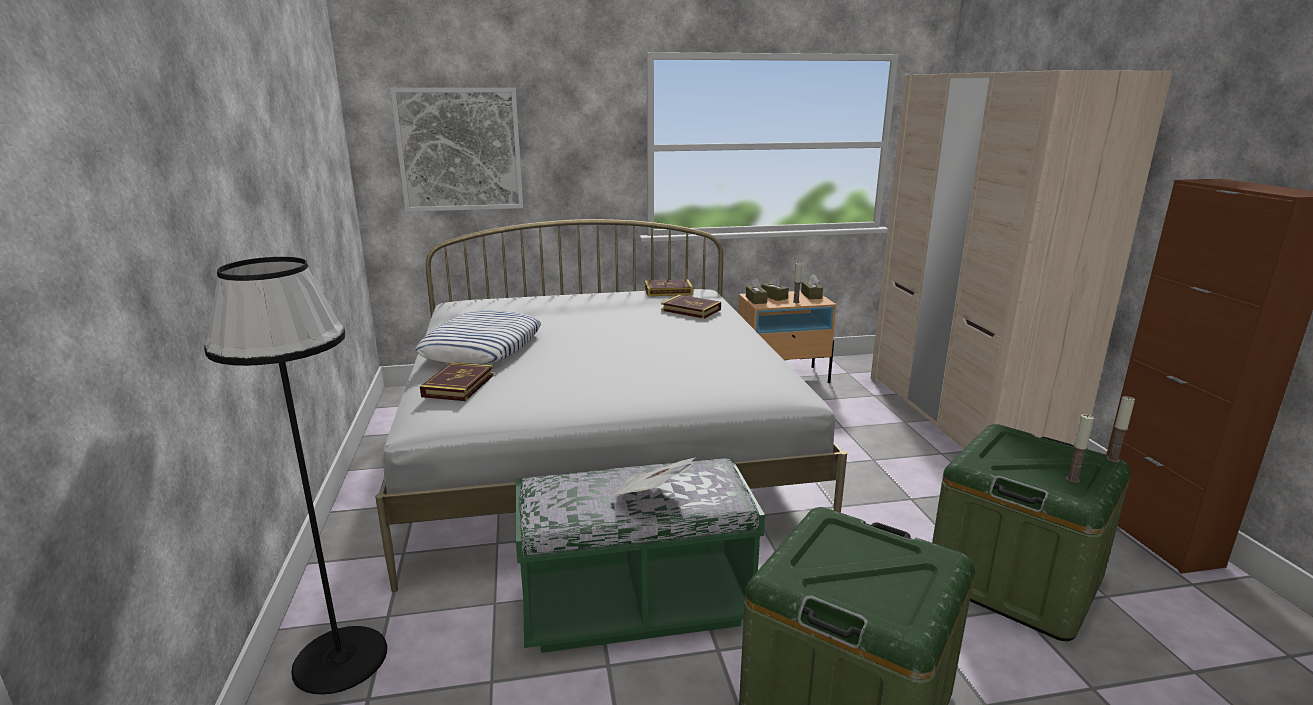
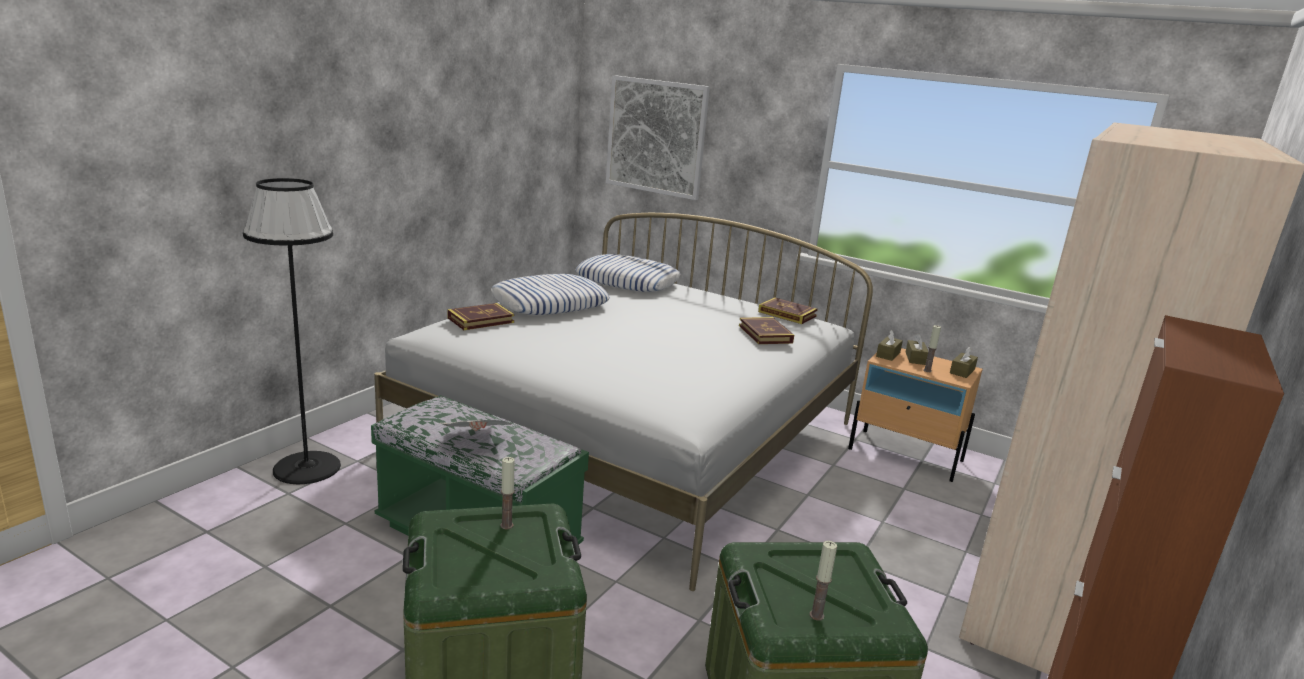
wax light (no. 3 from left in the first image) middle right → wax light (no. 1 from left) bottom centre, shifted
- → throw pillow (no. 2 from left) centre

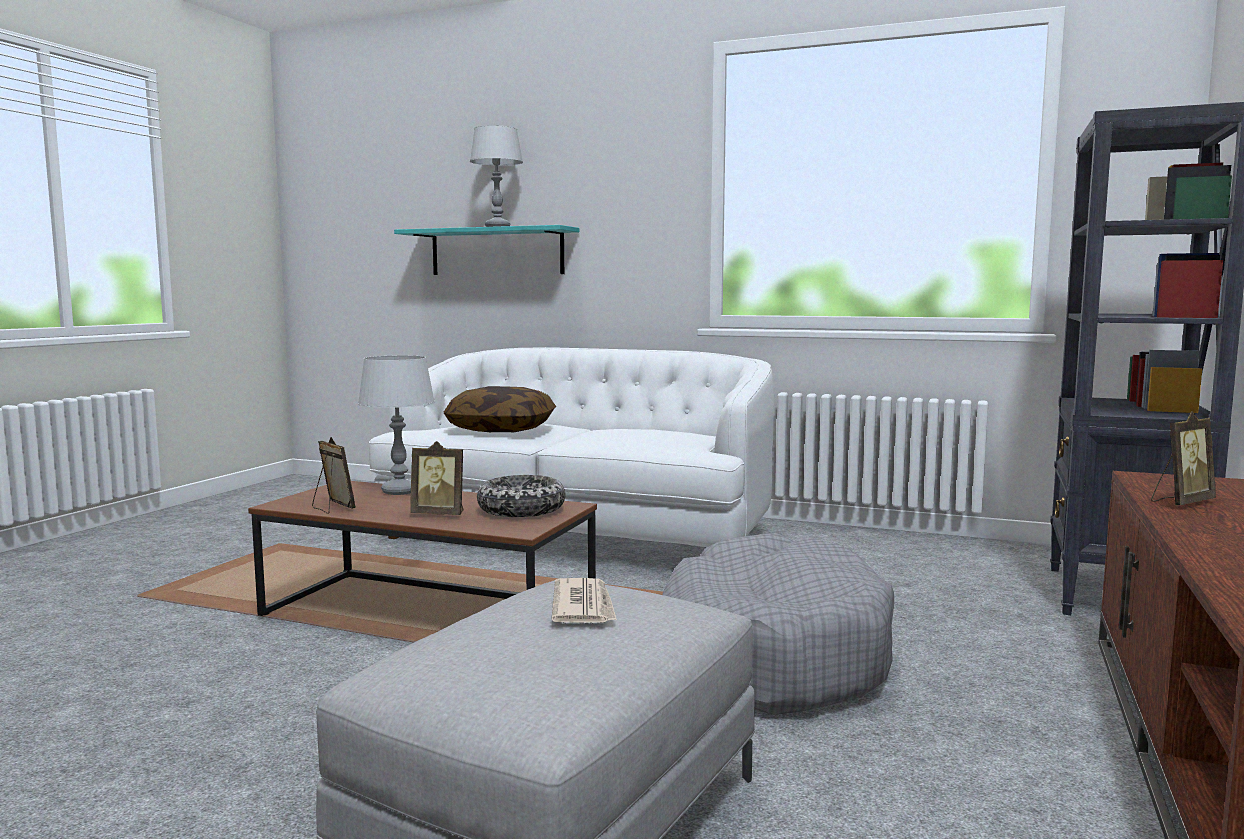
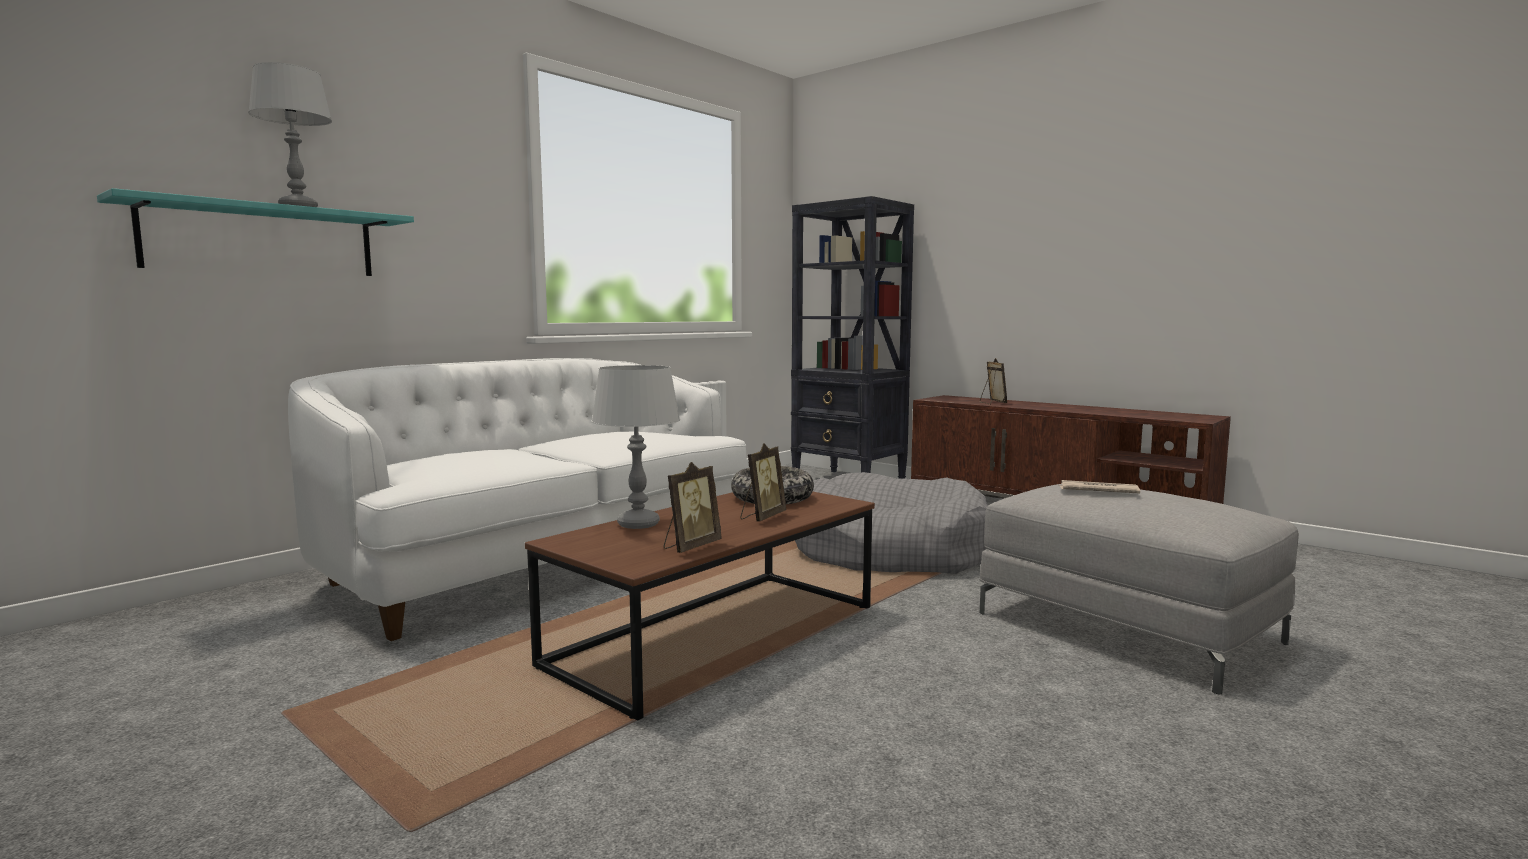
throw pillow centre → -
photo frame (no. 1 from left) middle left → photo frame (no. 1 from left) centre, 150 degrees clockwise

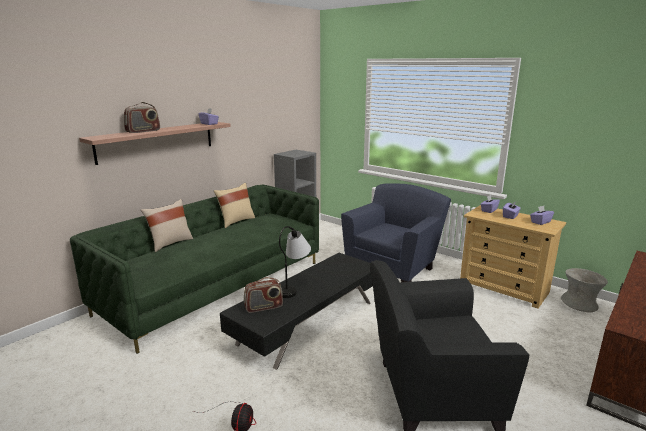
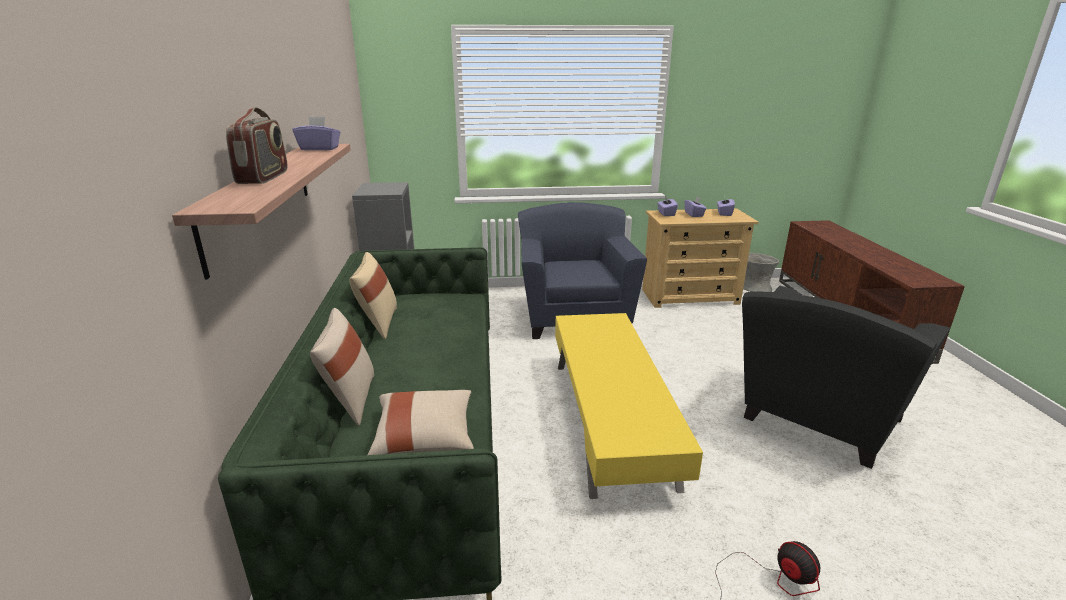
table lamp centre → -
coffee table (black-coloured) bottom centre → coffee table (yellow) bottom centre
radio (no. 2 from left) bottom centre → -
- → throw pillow (sand-coloured) (no. 3 from left) bottom centre

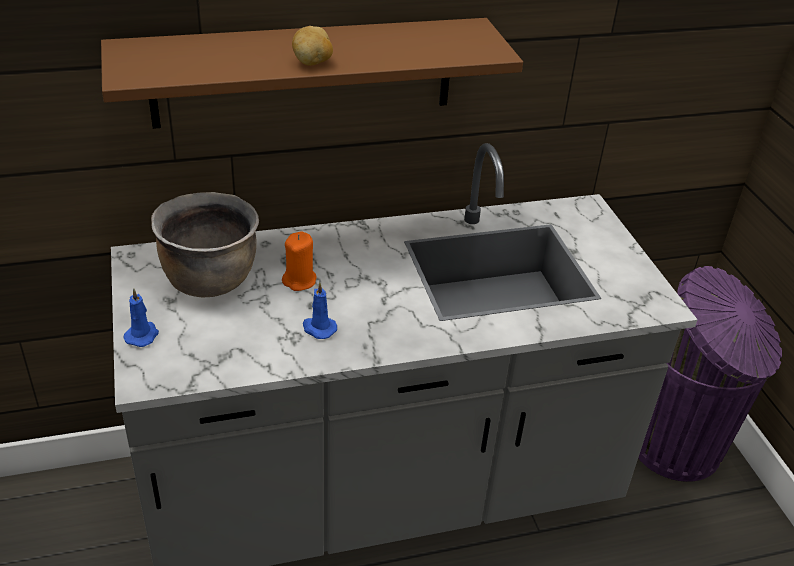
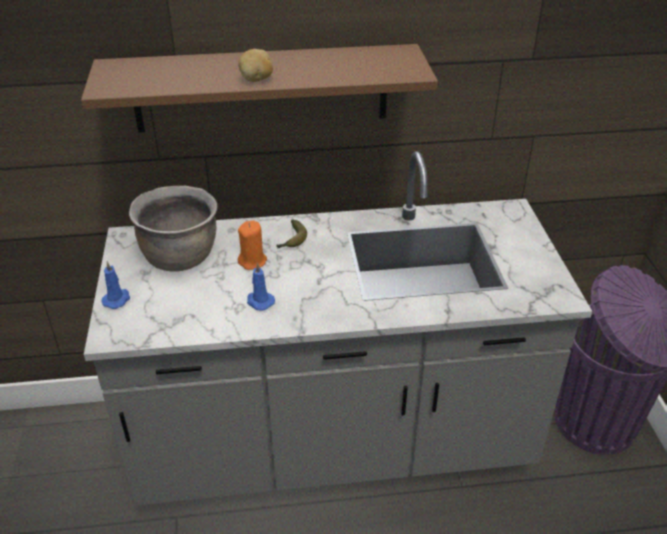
- → banana fruit centre

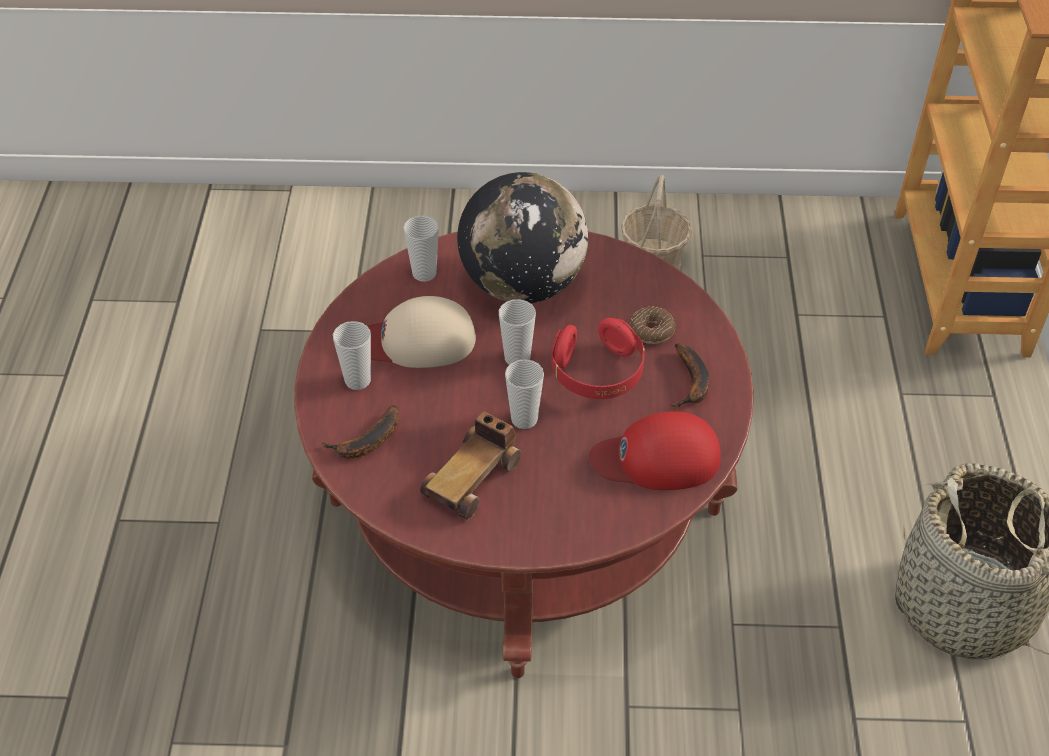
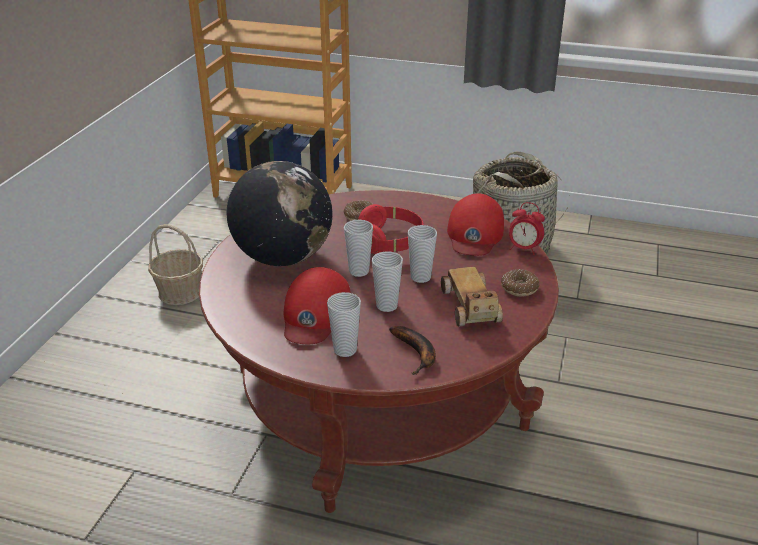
drinking cup (no. 2 from left in the first image) top centre → drinking cup (no. 3 from left) centre, shifted
baseball cap (sand-coloured) centre → baseball cap (red-coloured) (no. 1 from left) centre
banana fruit (no. 2 from left) centre → -
miniature car centre, 150 degrees counterclockwise
- → alarm clock middle right
- → donut (no. 2 from left) middle right

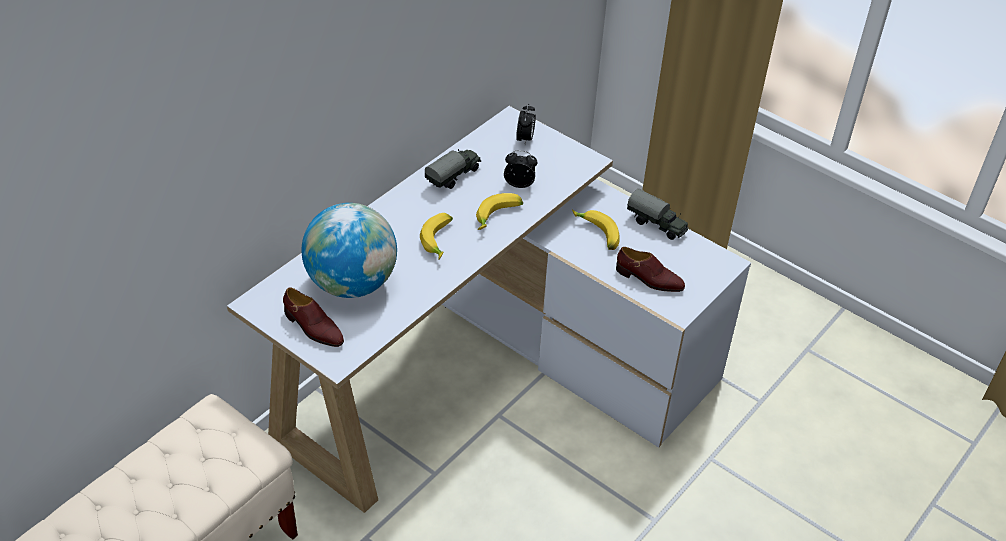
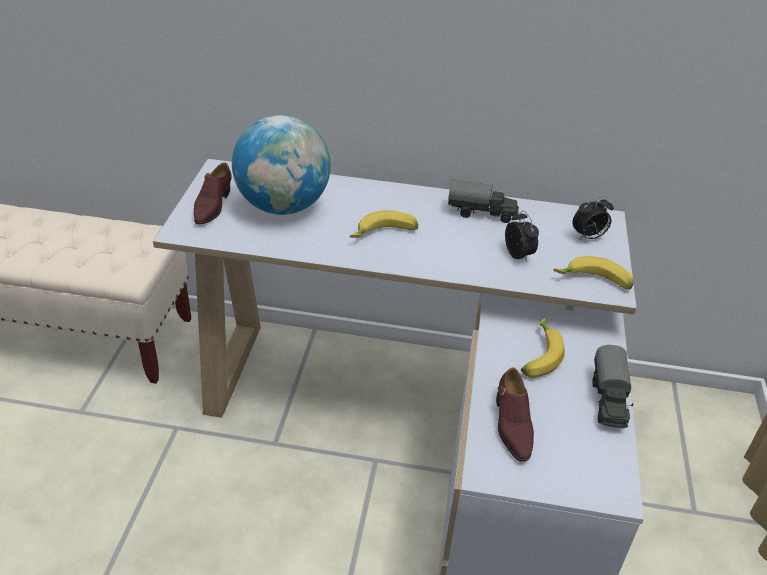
banana fruit (no. 2 from left in the first image) centre → banana fruit (no. 3 from left) middle right, shifted

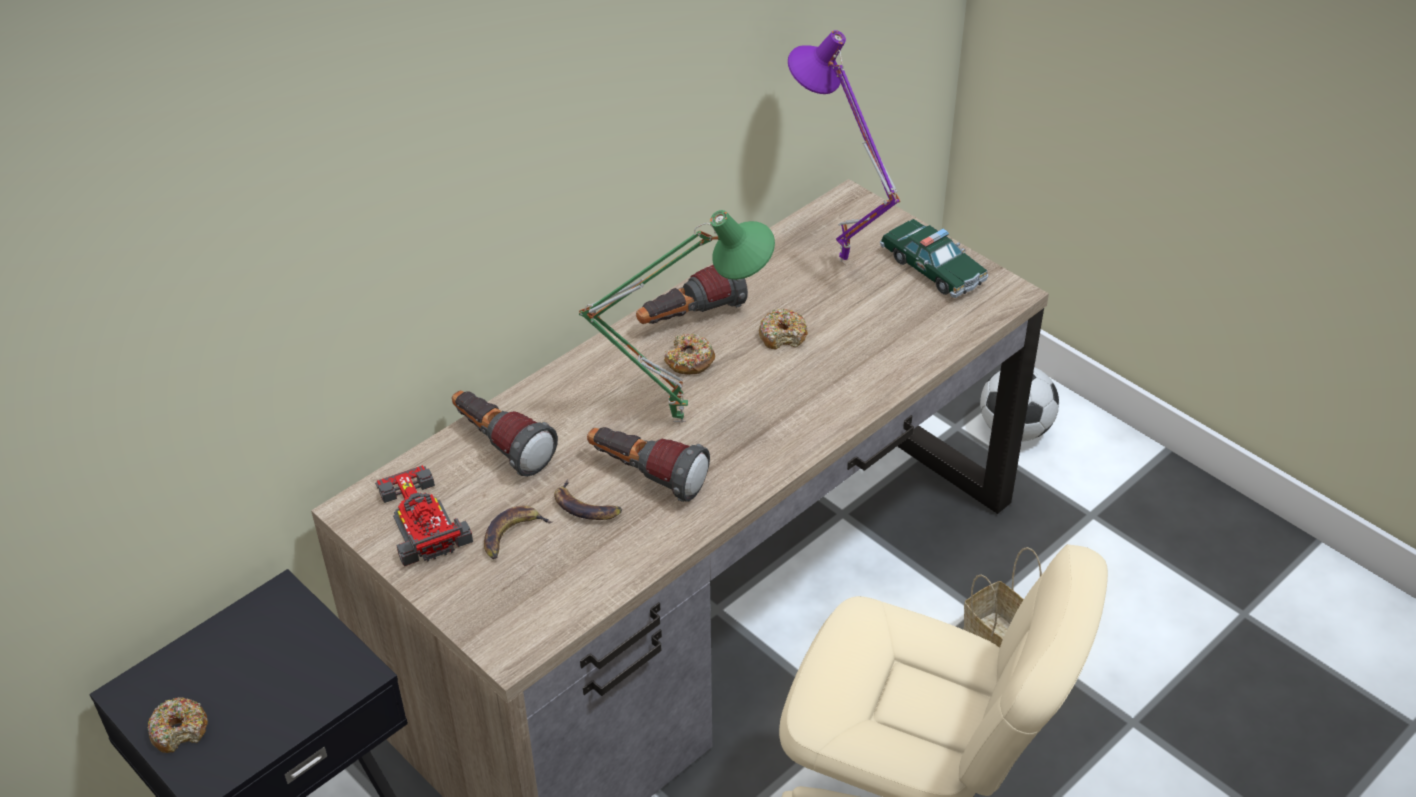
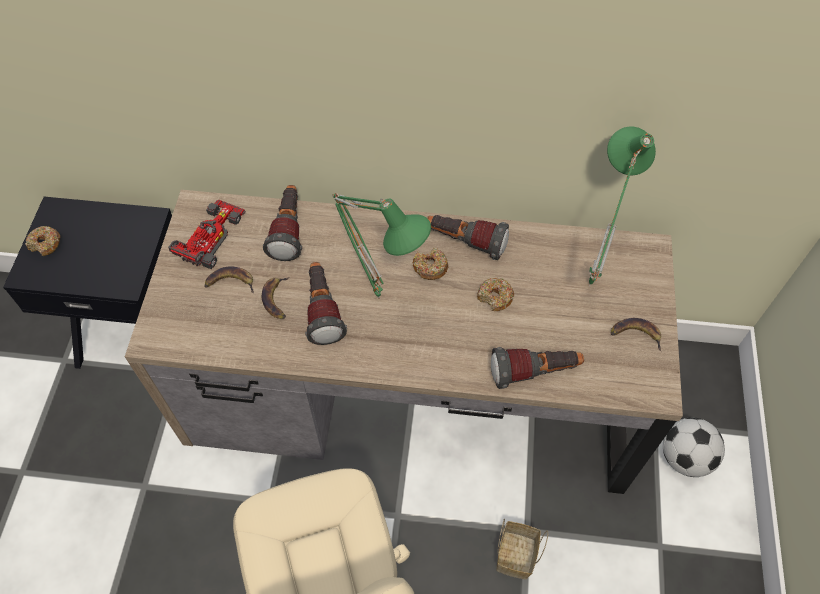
table lamp (purple-coloured) top centre → table lamp (green) (no. 2 from left) middle right
miniature car (no. 2 from left) top centre → banana fruit (no. 3 from left) middle right
- → hand torch (no. 4 from left) centre

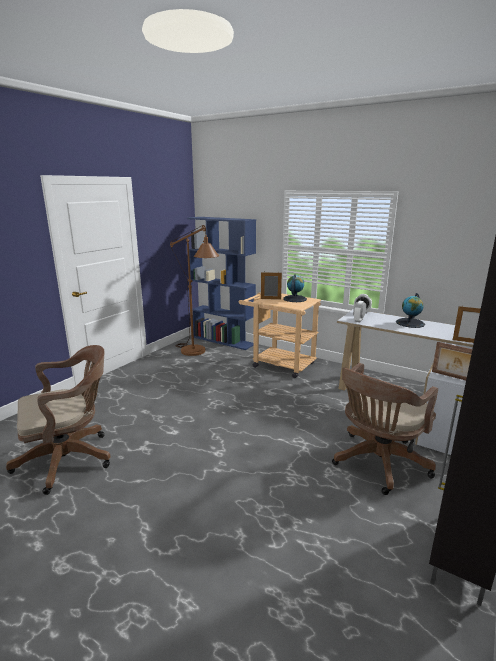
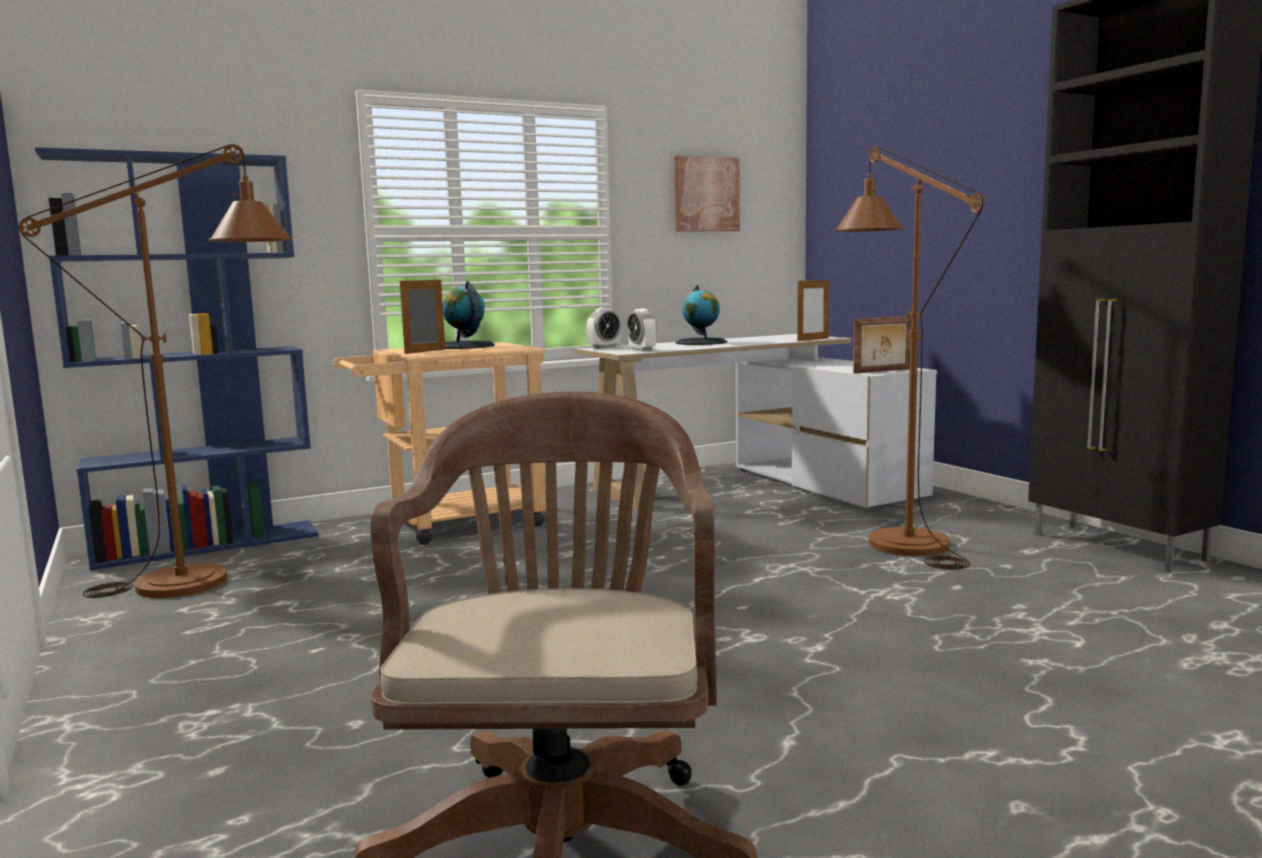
desk chair (brownish) (no. 2 from left) middle right → standing lamp (brownish) (no. 2 from left) middle right
- → picture top centre

